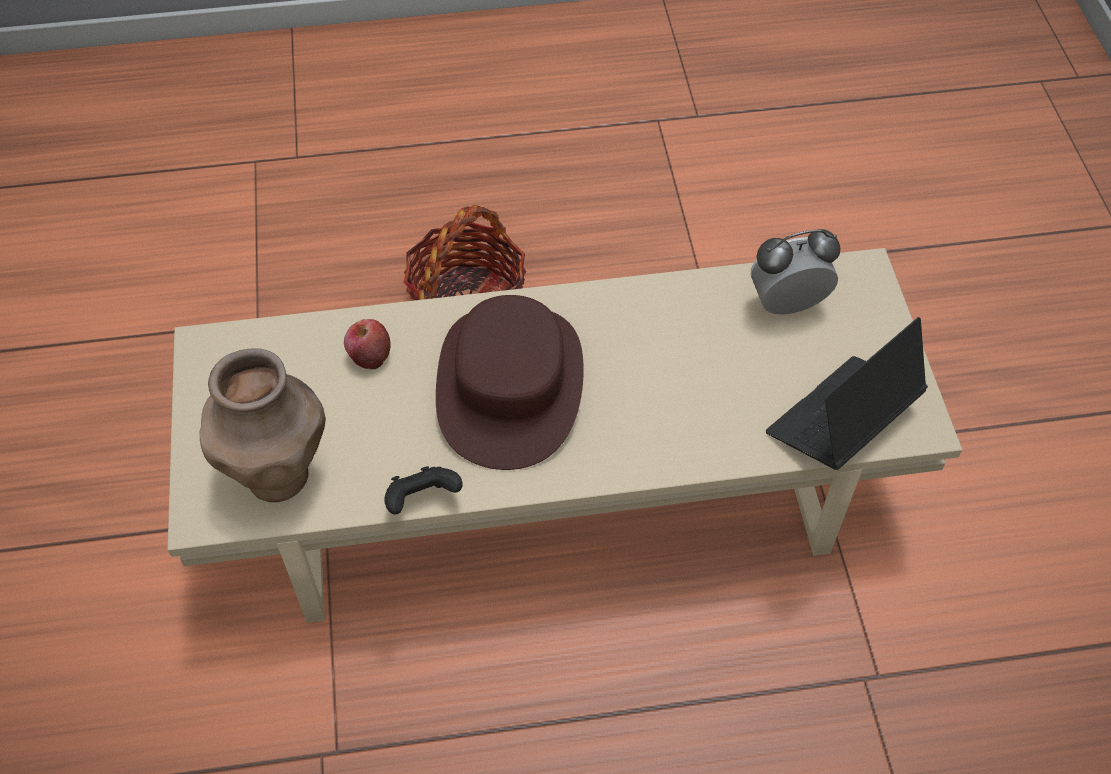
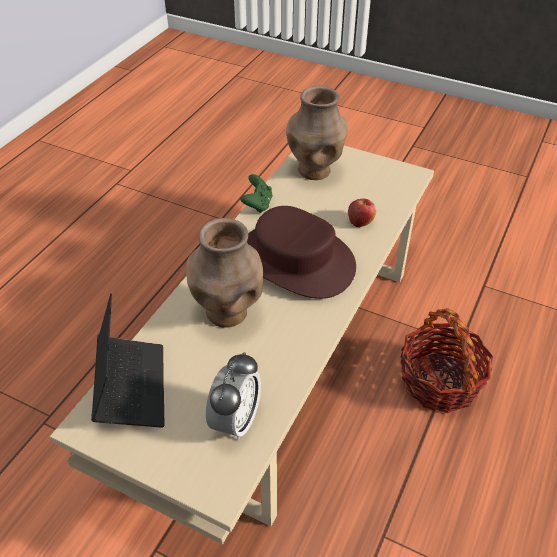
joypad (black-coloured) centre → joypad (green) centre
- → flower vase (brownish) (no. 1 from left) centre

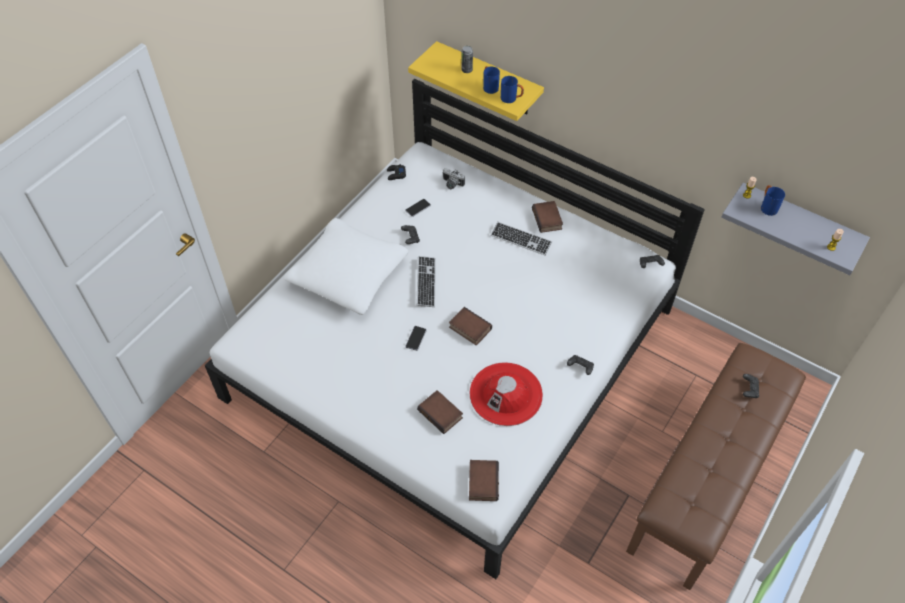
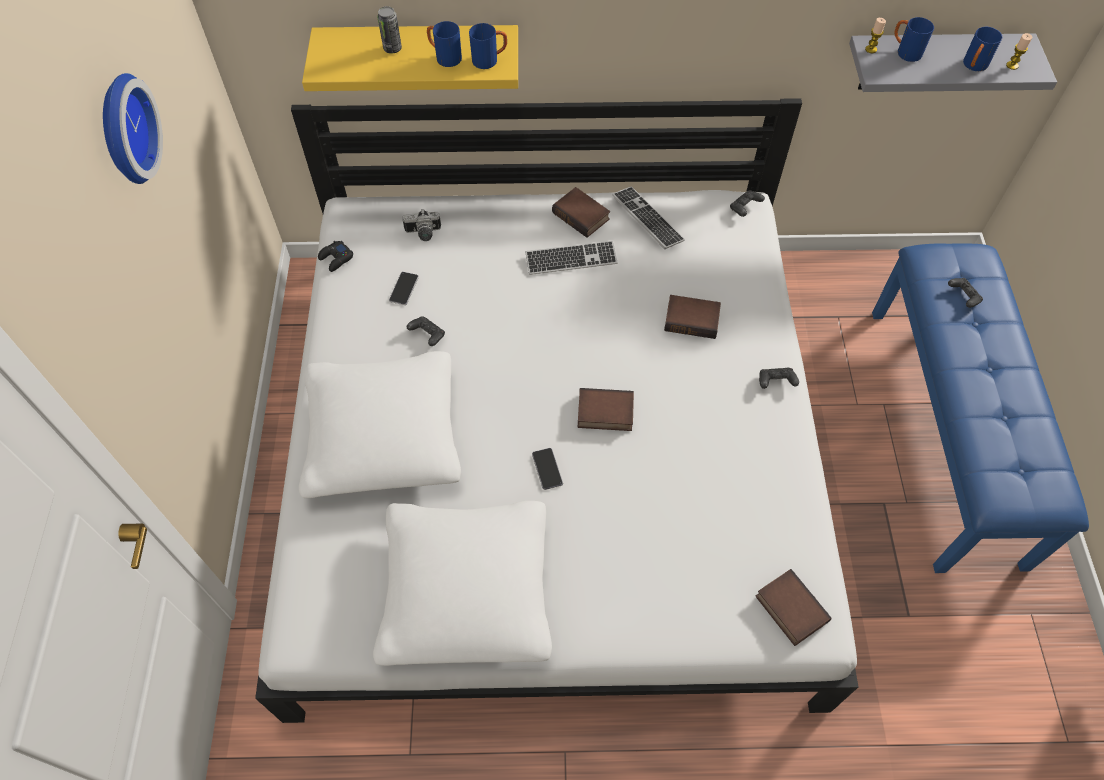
keyboard (no. 1 from left in the first image) centre → keyboard (no. 2 from left) top centre, shifted
bench (brownish) bottom right → bench (bluish) middle right
clothing hat (red-coloured) centre → -
book (no. 1 from left in the first image) bottom centre → book (no. 3 from left) centre, shifted
- → coffee mug (bluish) (no. 4 from left) top right
- → clock on the wall top left
- → throw pillow (white-coloured) (no. 2 from left) bottom centre

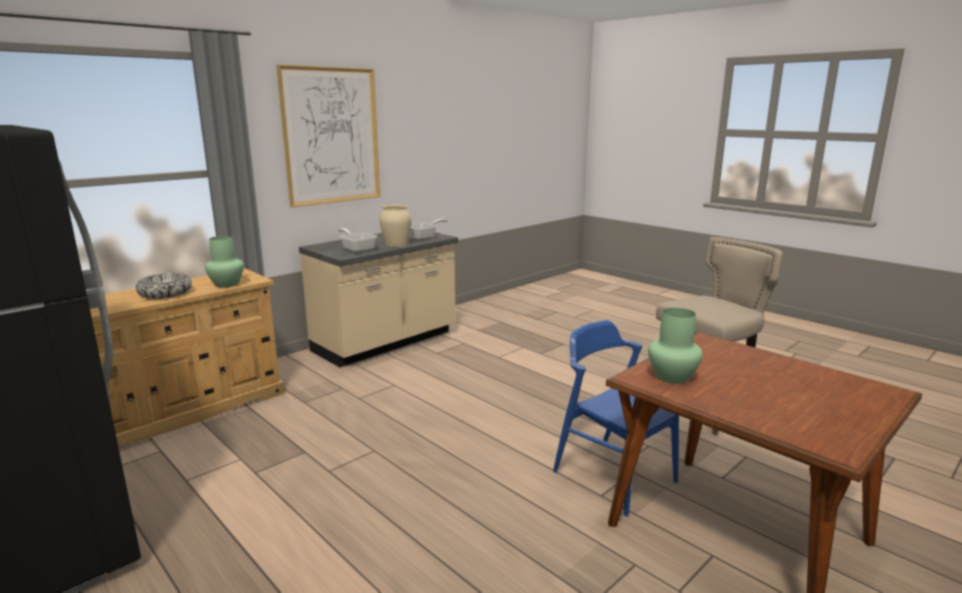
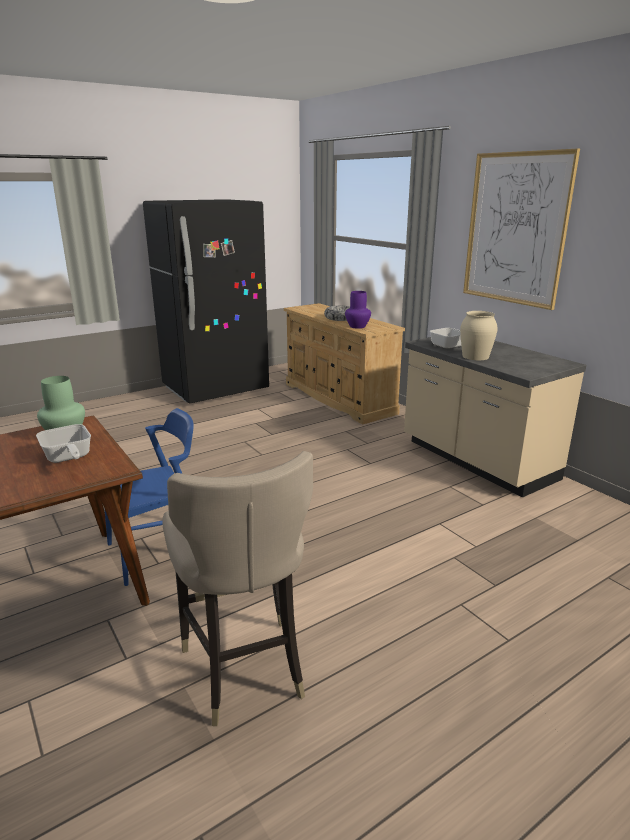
frying pan (no. 2 from left in the first image) centre → frying pan (no. 1 from left) middle left, shifted
flower vase (green) (no. 1 from left) middle left → flower vase (purple-coloured) centre

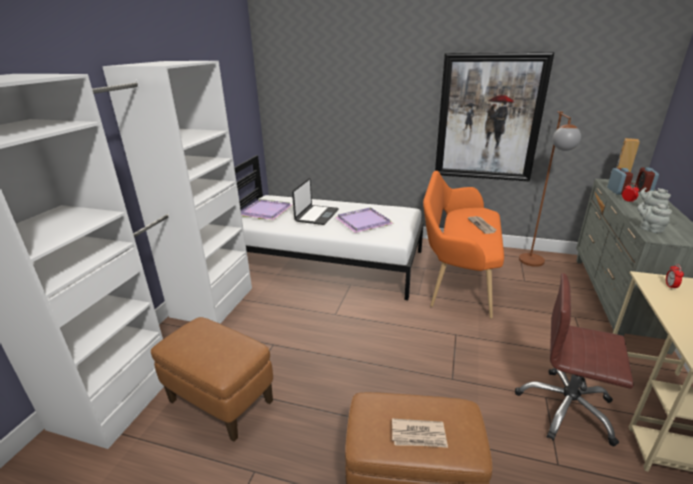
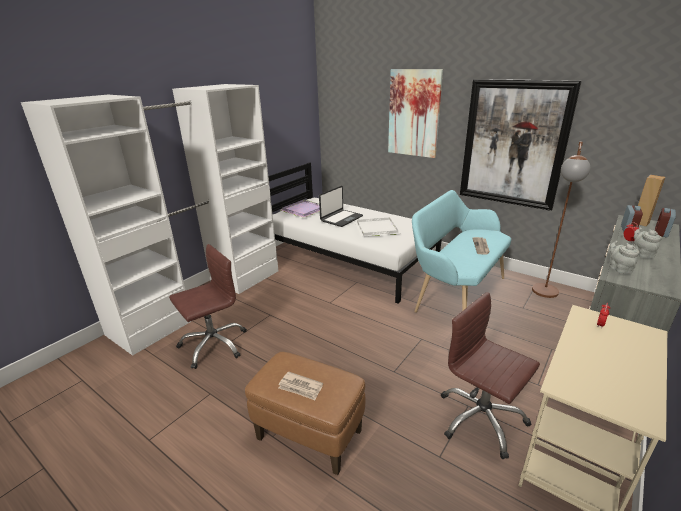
bench (orange) middle right → bench (turquoise) middle right
tray (purple-coloured) (no. 2 from left) centre → tray (white-coloured) centre
footrest (brownish) (no. 1 from left) bottom left → desk chair (brownish) (no. 1 from left) middle left
- → picture (no. 1 from left) top centre

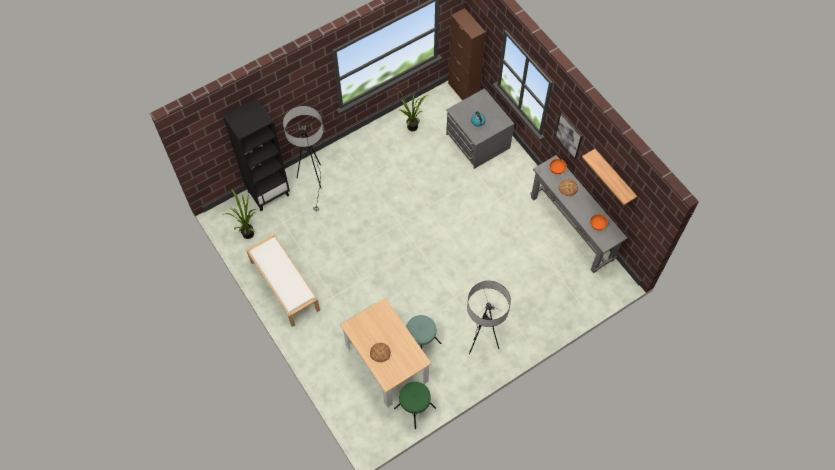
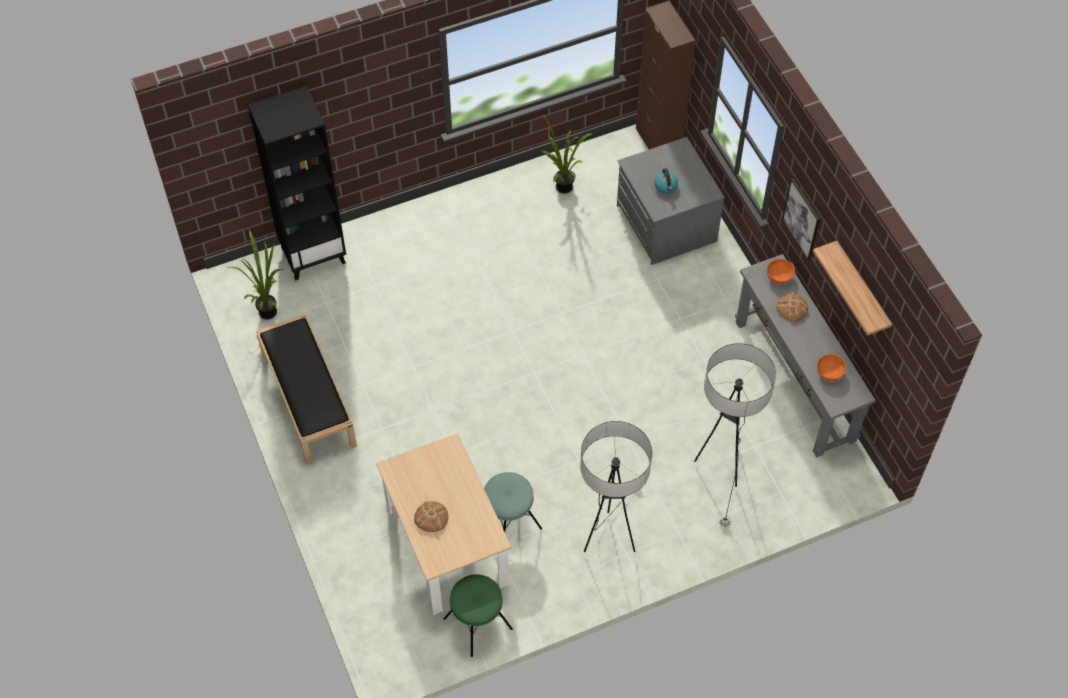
standing lamp (no. 1 from left in the first image) centre → standing lamp (no. 2 from left) middle right, shifted
bench (white-coloured) centre → bench (black-coloured) middle left

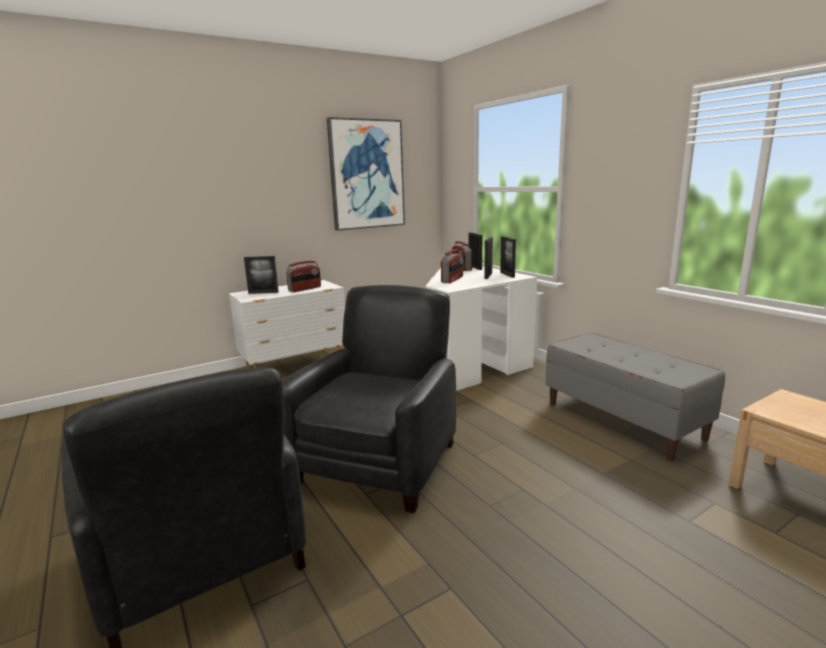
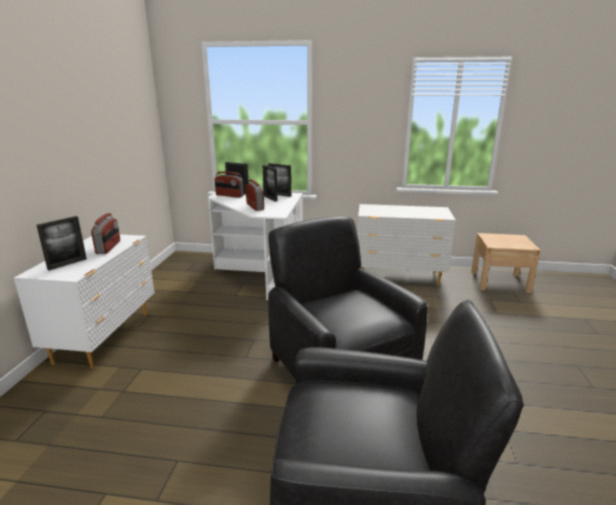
picture top centre → -
bench (greyish) middle right → drawer chest (white-coloured) (no. 2 from left) centre

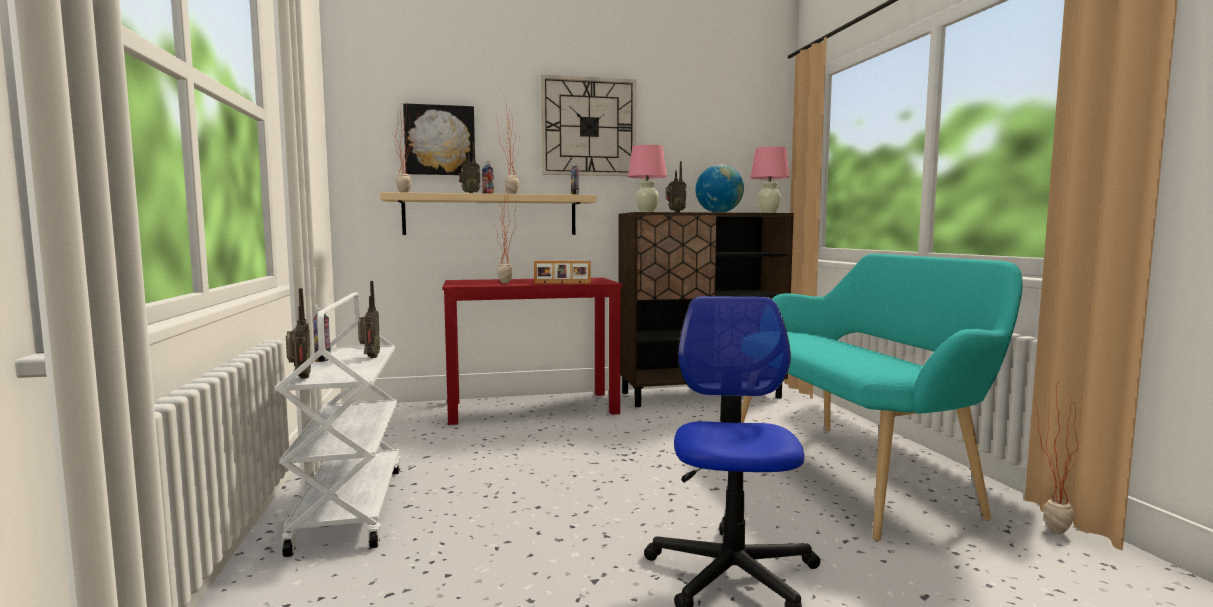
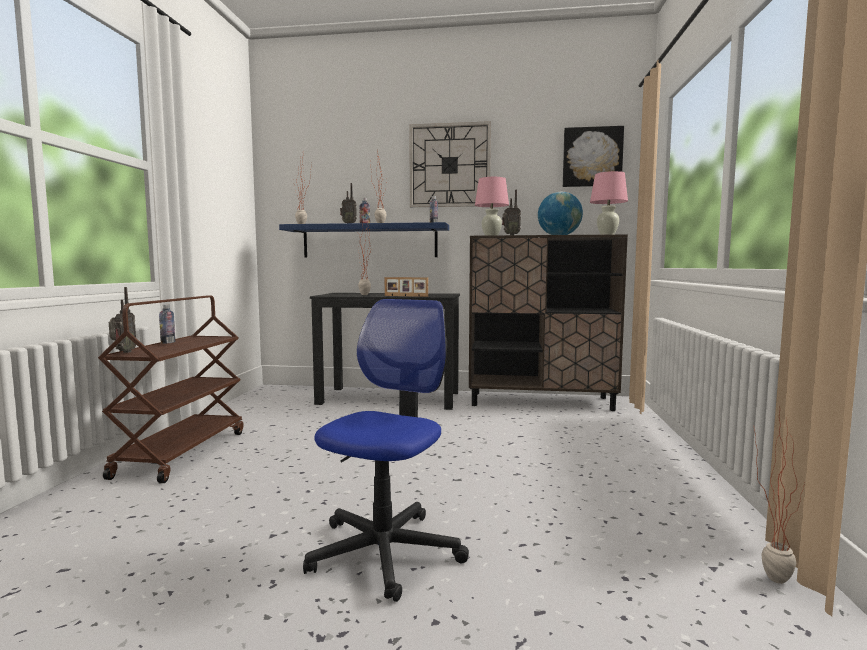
picture top centre → picture top right, shifted
wall shelf (sand-coloured) centre → wall shelf (bluish) centre
bench (turquoise) middle right → -
desk unit (red-coloured) centre → desk unit (black-coloured) centre
radio (no. 2 from left) middle left → -
wheeled cart (white-coloured) bottom left → wheeled cart (brownish) middle left

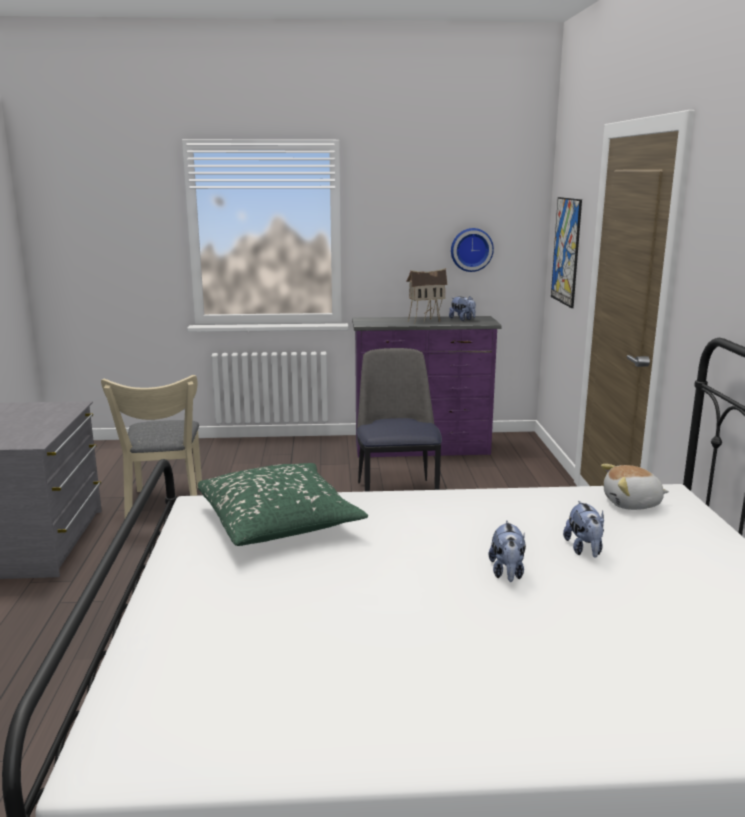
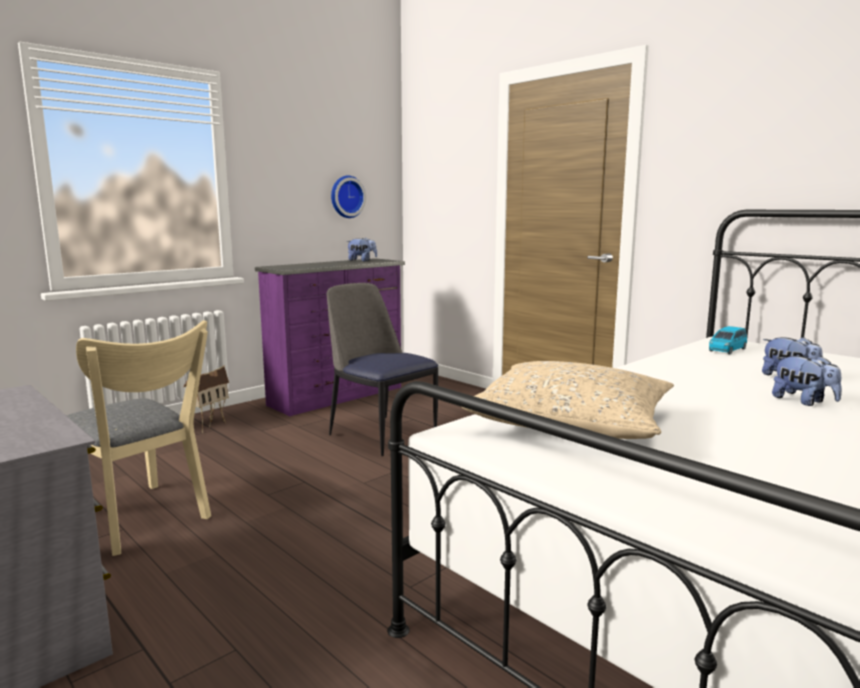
picture top right → -
miniature house centre → miniature house middle left, shifted
throw pillow (green) centre → throw pillow (sand-coloured) centre
cuddly toy (no. 4 from left) middle right → miniature car (bluish) middle right

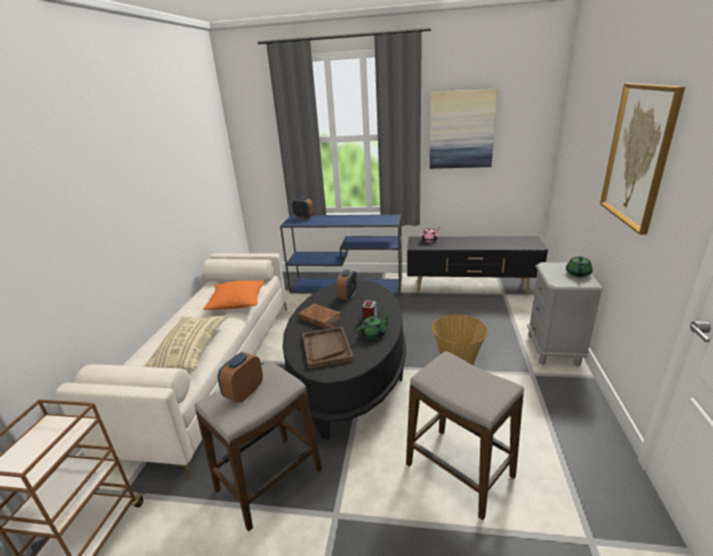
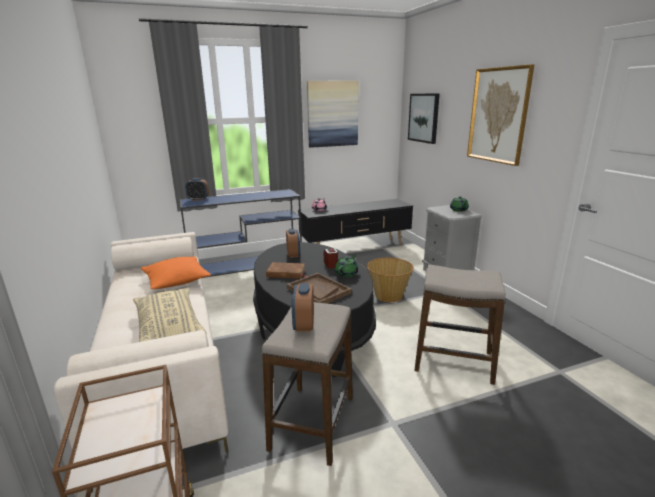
- → picture (no. 2 from left) top centre

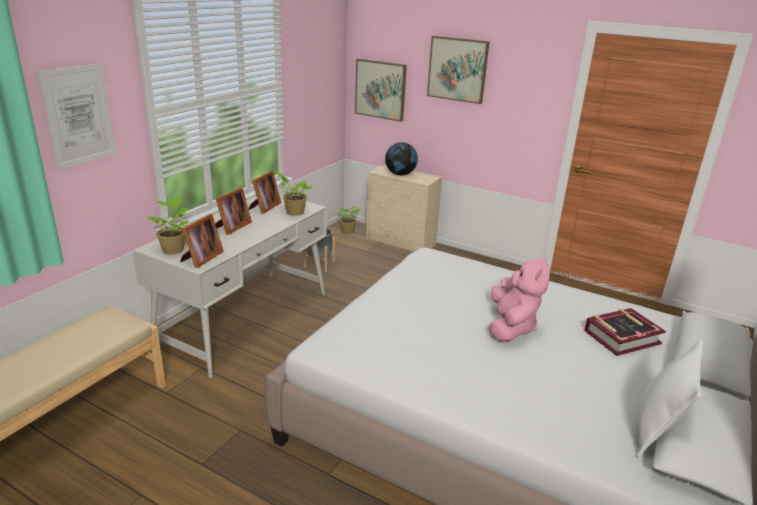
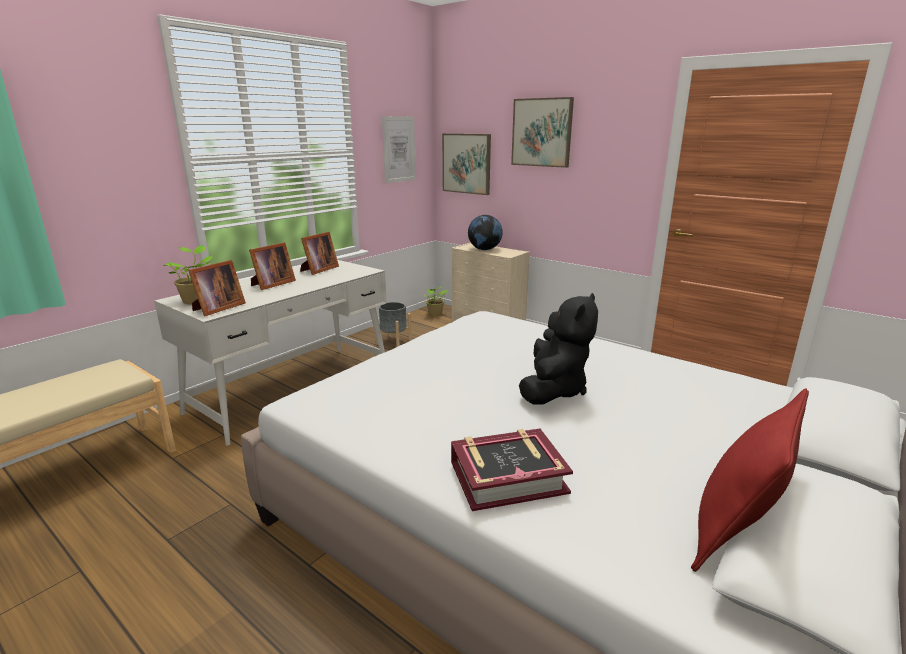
picture (no. 1 from left) top left → picture (no. 1 from left) top centre, shifted
plant in a pot (no. 2 from left) centre → -
cuddly toy (pinkish) middle right → cuddly toy (black-coloured) centre
book middle right → book bottom centre, shifted
throw pillow (white-coloured) bottom right → throw pillow (red-coloured) bottom right

